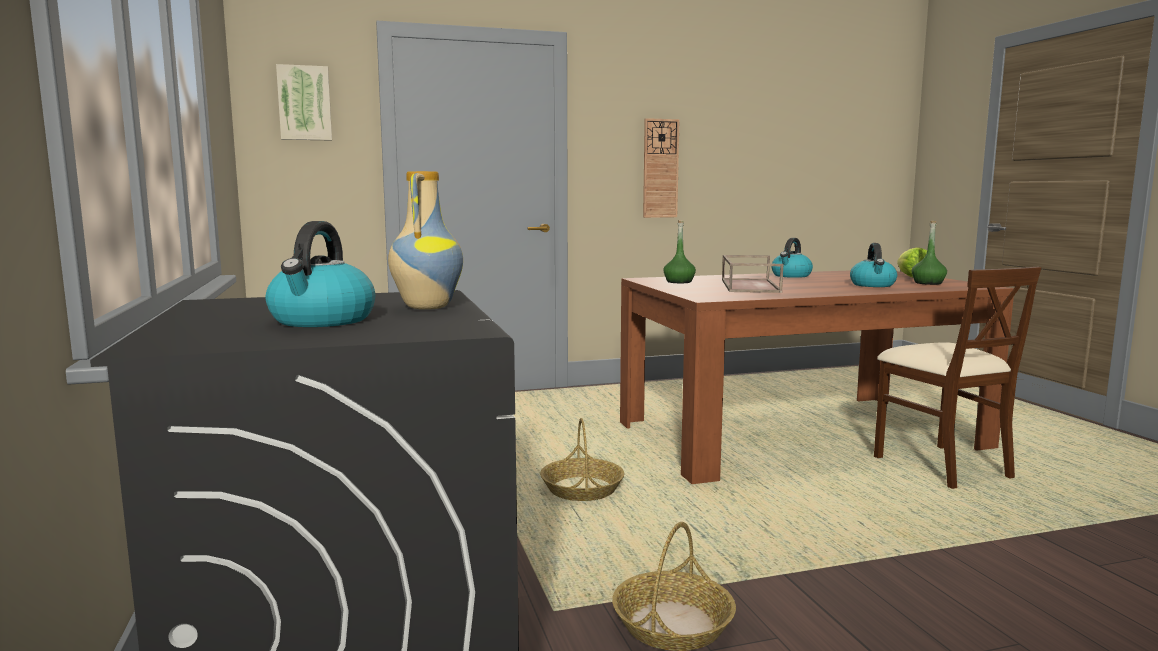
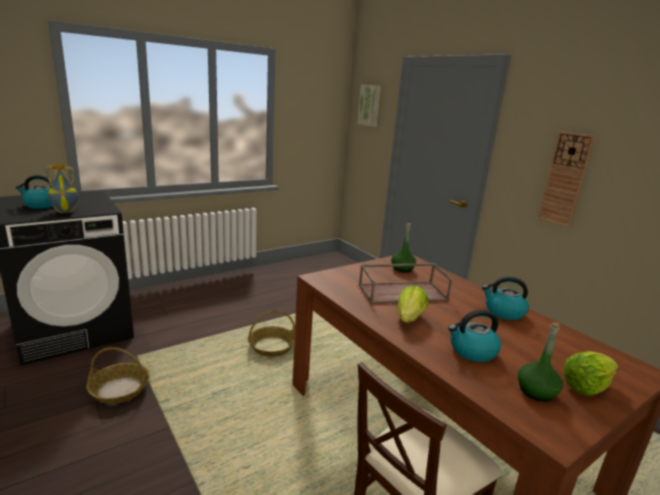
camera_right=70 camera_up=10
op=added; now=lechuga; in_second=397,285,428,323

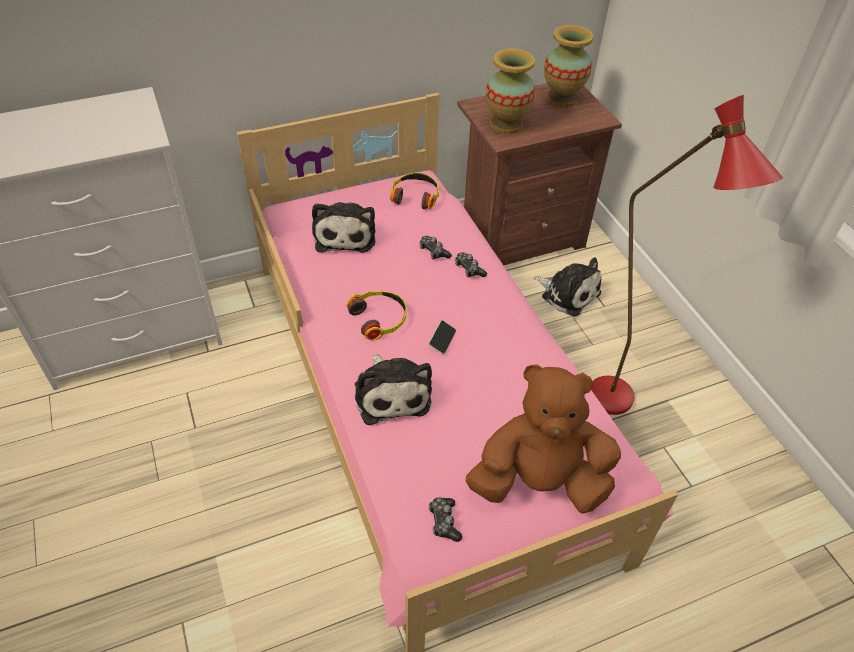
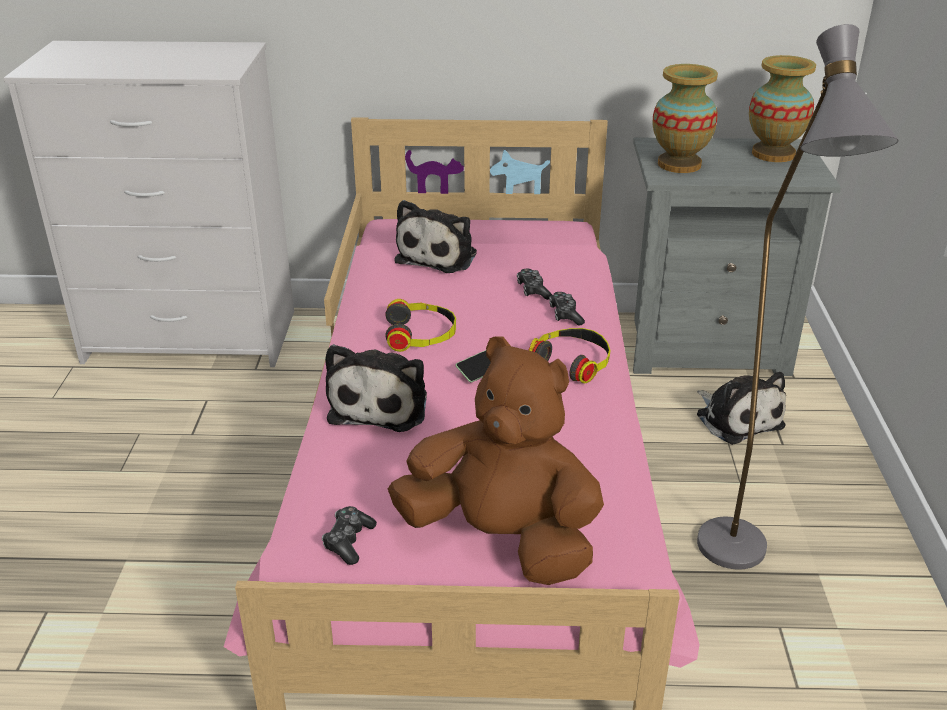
camera_right=25 camera_up=-15
op=moved; was=auriculares; in_first=390,173,439,209; in_second=529,328,610,383
op=recoloured; was=mesita de noche [marrón]; now=mesita de noche [gris]; in_first=457,83,622,266; in_second=633,137,841,376
op=recoloured; was=lámpara de pie [rojo]; now=lámpara de pie [gris]; in_first=591,95,783,415; in_second=697,24,899,570

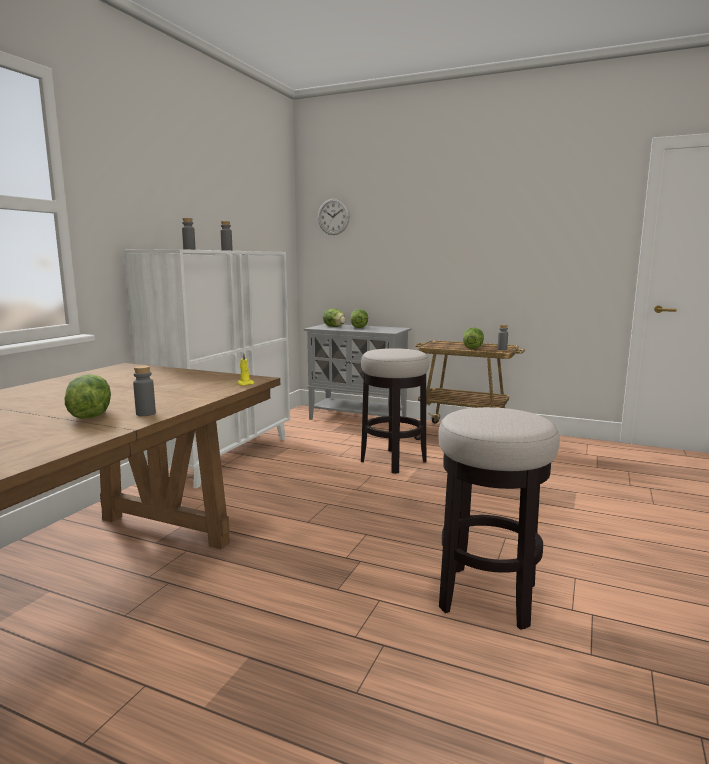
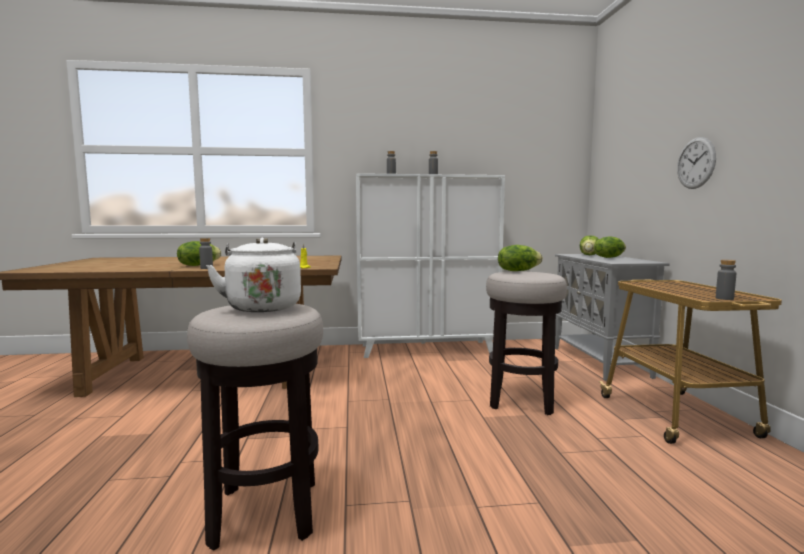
camera_right=60 camera_up=-5
op=added; now=hervidor [blanco]; in_second=206,238,301,312
op=moved; was=reloj de pared; in_first=318,198,350,235; in_second=677,137,716,189
op=moved; was=lechuga; in_first=463,328,484,349; in_second=498,245,543,271

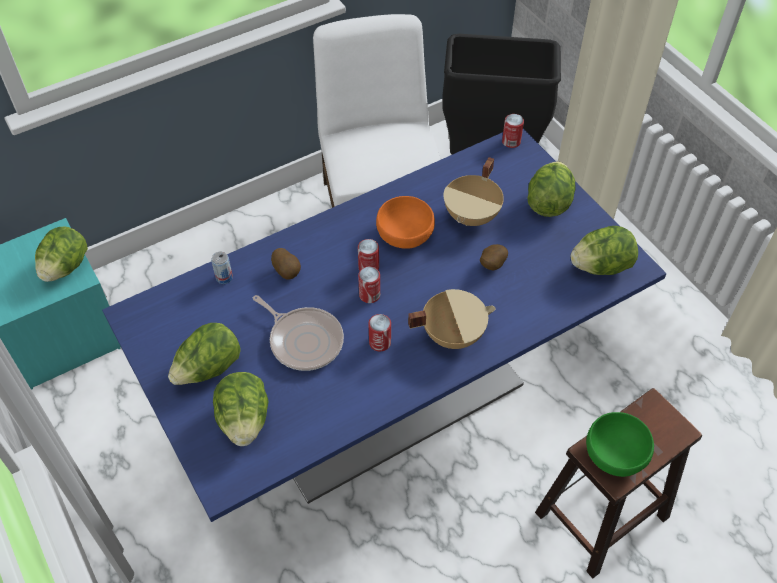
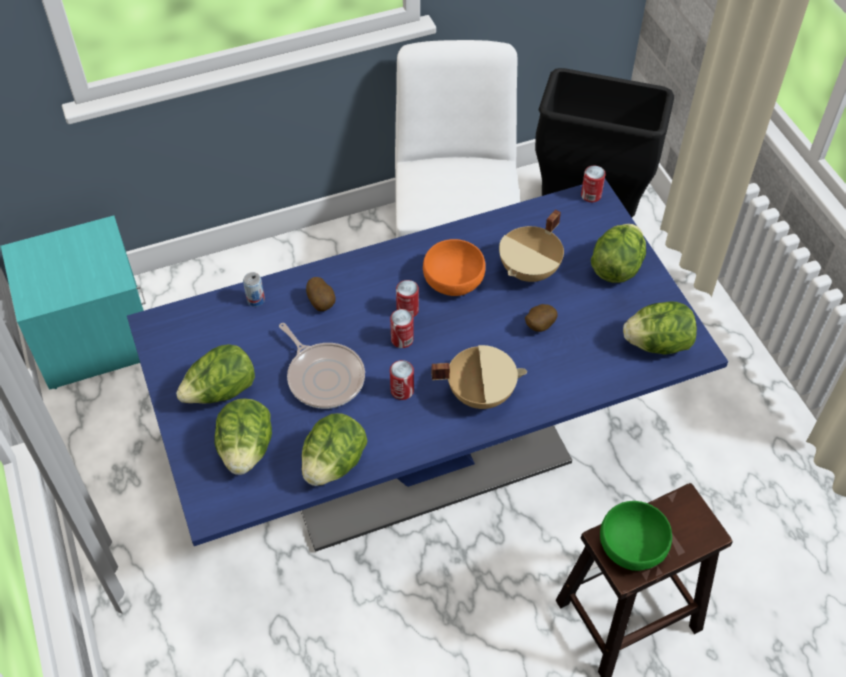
camera_right=10 camera_up=0
op=moved; was=lechuga; in_first=35,227,88,282; in_second=301,413,367,486

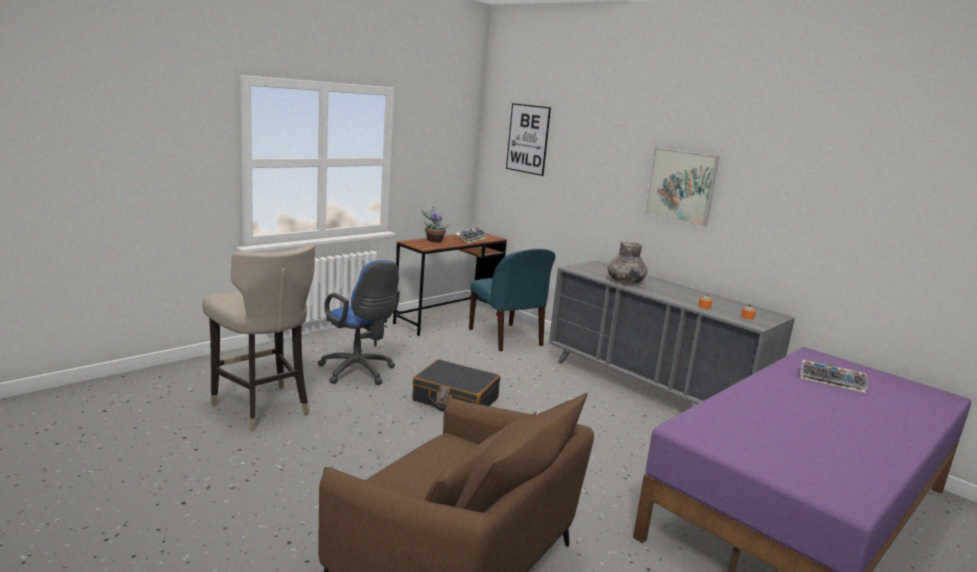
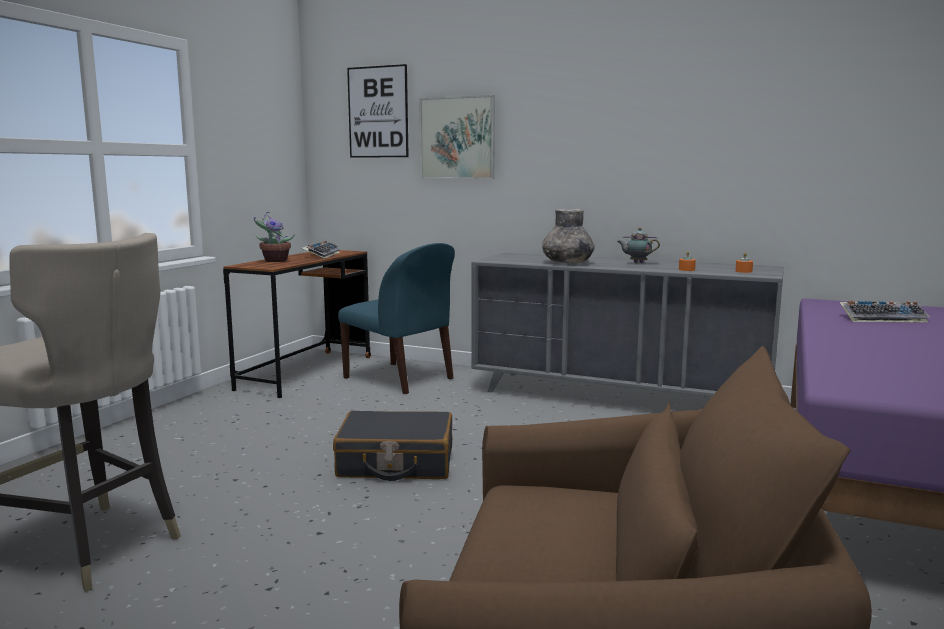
camera_right=-20 camera_up=-5
op=removed; was=silla de oficina [azul]; in_first=318,260,400,385
op=added; now=tetera; in_second=617,228,660,263
op=moved; was=cuadro; in_first=645,147,720,227; in_second=419,95,495,179

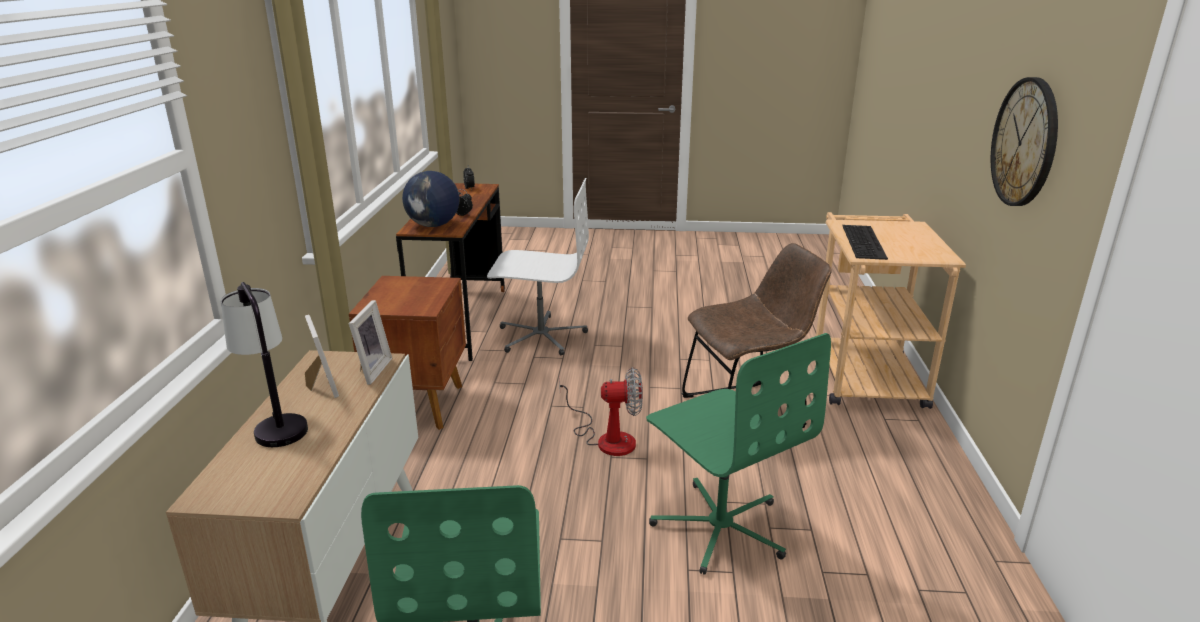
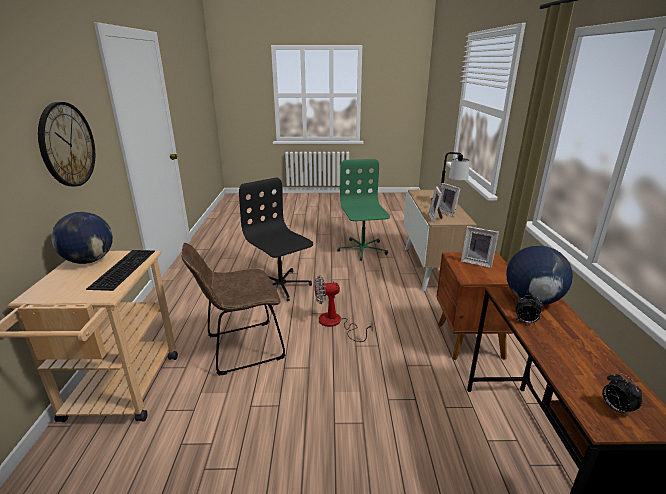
camera_right=175 camera_up=0
op=removed; was=silla de oficina [blanco]; in_first=487,178,589,355
op=added; now=globo terráqueo; in_second=51,212,113,264
op=added; now=portarretratos; in_second=461,226,499,268
op=recoloured; was=silla de oficina [verde]; now=silla de oficina [negro]; in_first=646,333,831,575; in_second=239,177,313,301

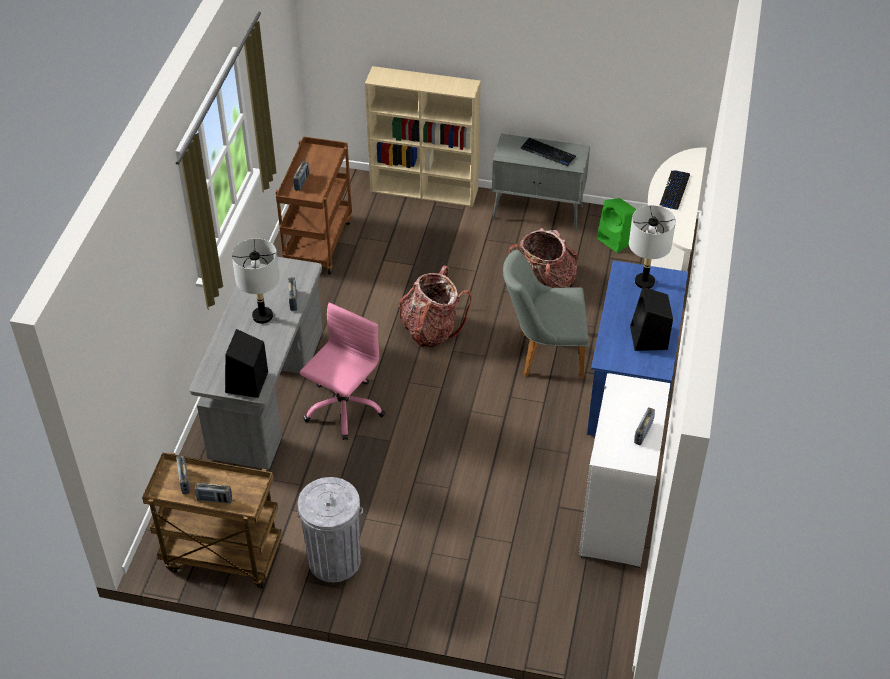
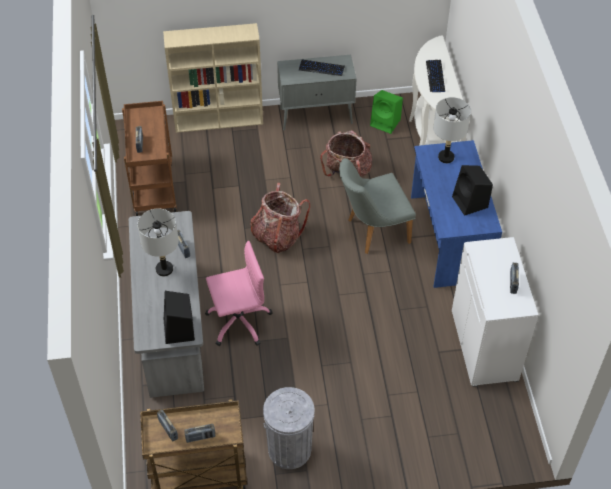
camera_right=-20 camera_up=5
op=turned; was=silla de oficina [rosa]; in_first=300,303,385,440; in_second=205,241,273,346; clockwise=60

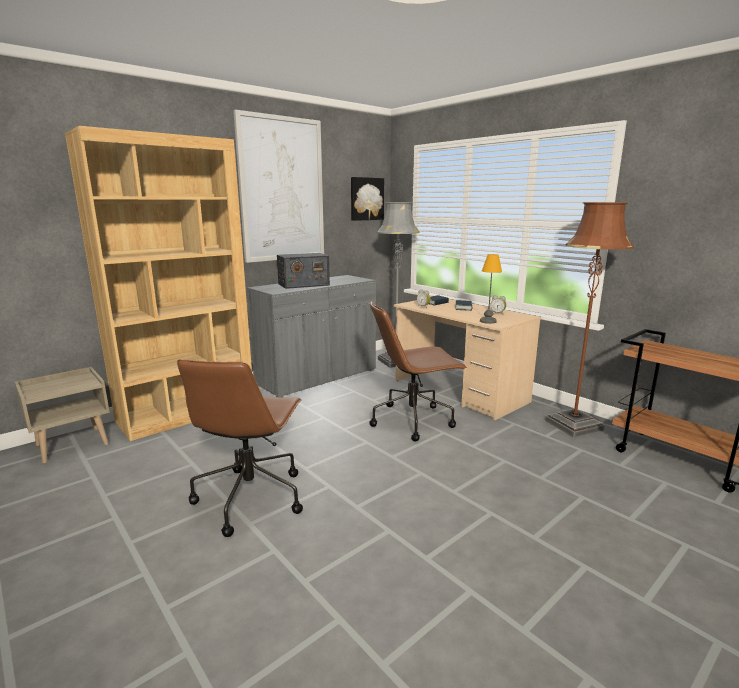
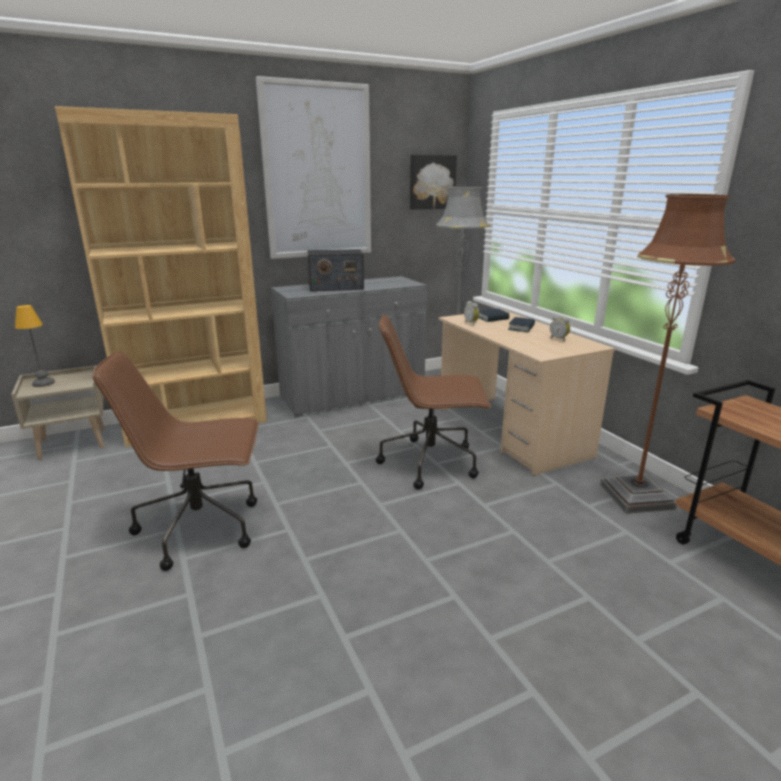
camera_right=15 camera_up=5
op=moved; was=lámpara de mesa; in_first=480,254,502,324; in_second=15,305,55,387
op=turned; was=silla de oficina [marrón]; in_first=177,359,303,537; in_second=92,351,259,571; clockwise=60

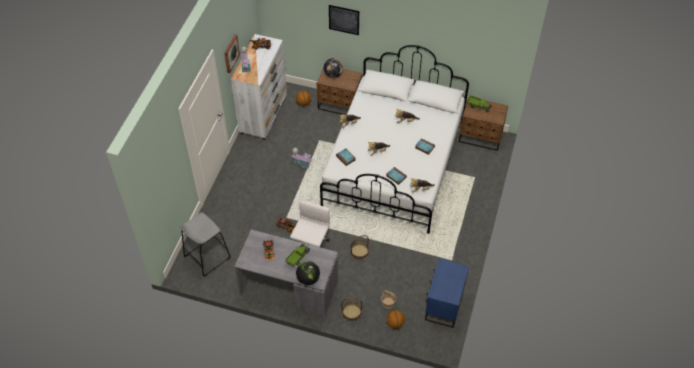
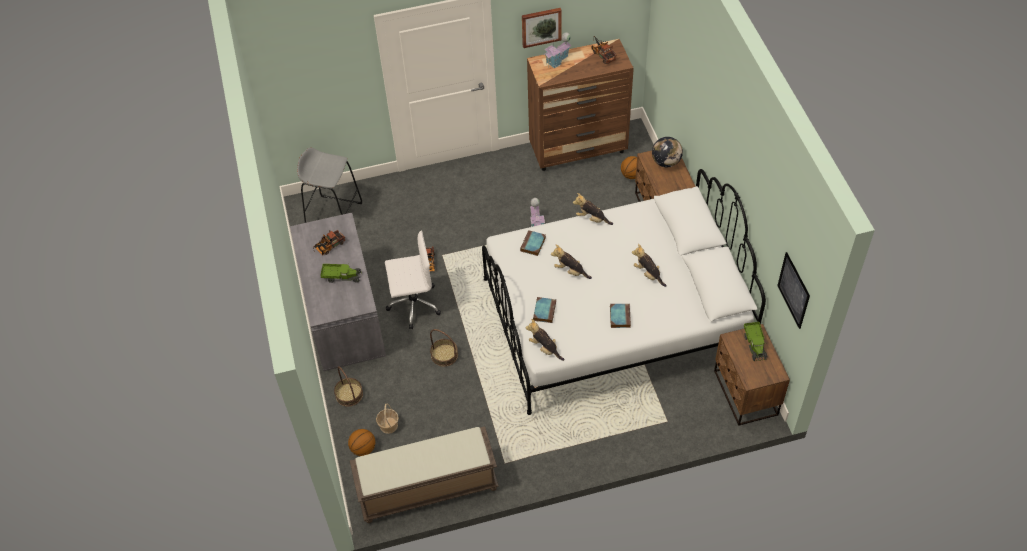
camera_right=60 camera_up=0
op=removed; was=globo terráqueo; in_first=296,261,320,285
op=moved; was=cuadro; in_first=329,5,359,35; in_second=777,252,810,329
op=replaced; was=mesita de noche [azul]; now=banco [marrón]; in_first=425,259,469,328; in_second=350,426,499,523
op=recoloured; was=cómoda [blanco]; now=cómoda [marrón]; in_first=231,34,287,140; in_second=527,39,634,171

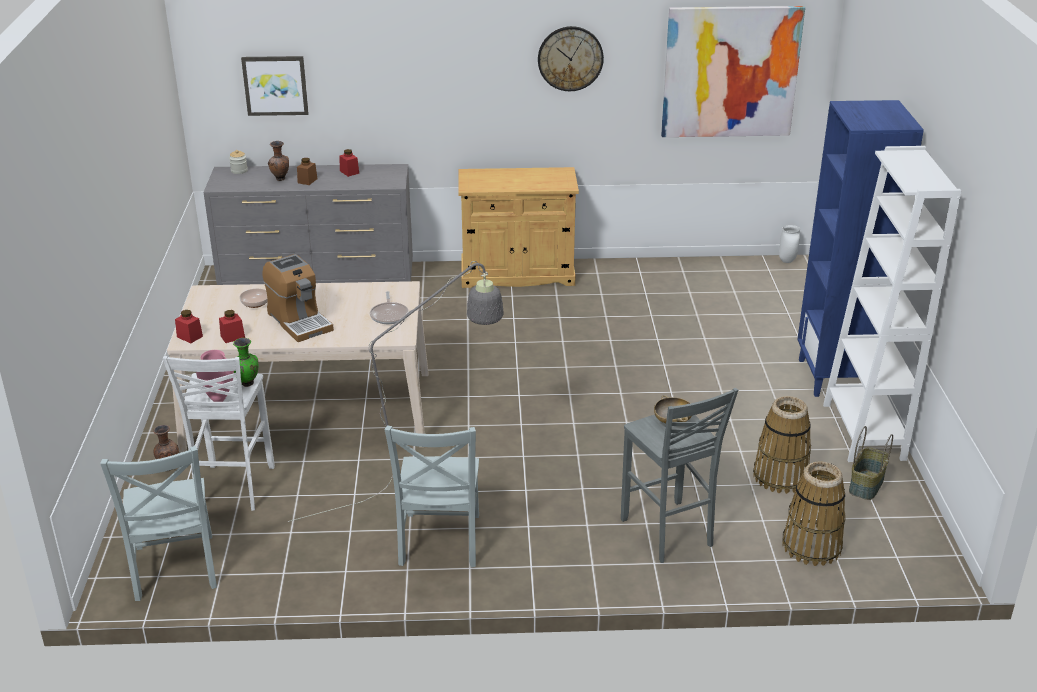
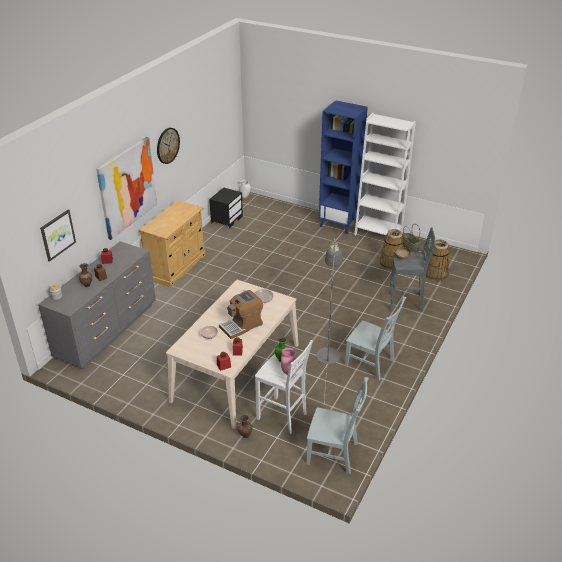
camera_right=-60 camera_up=5
op=added; now=mesita de noche [negro]; in_second=209,188,243,229
op=moved; was=cuadro; in_first=661,6,805,137; in_second=96,137,157,240
op=turned; was=cafetera; in_first=262,254,334,342; in_second=219,290,263,339; clockwise=150

